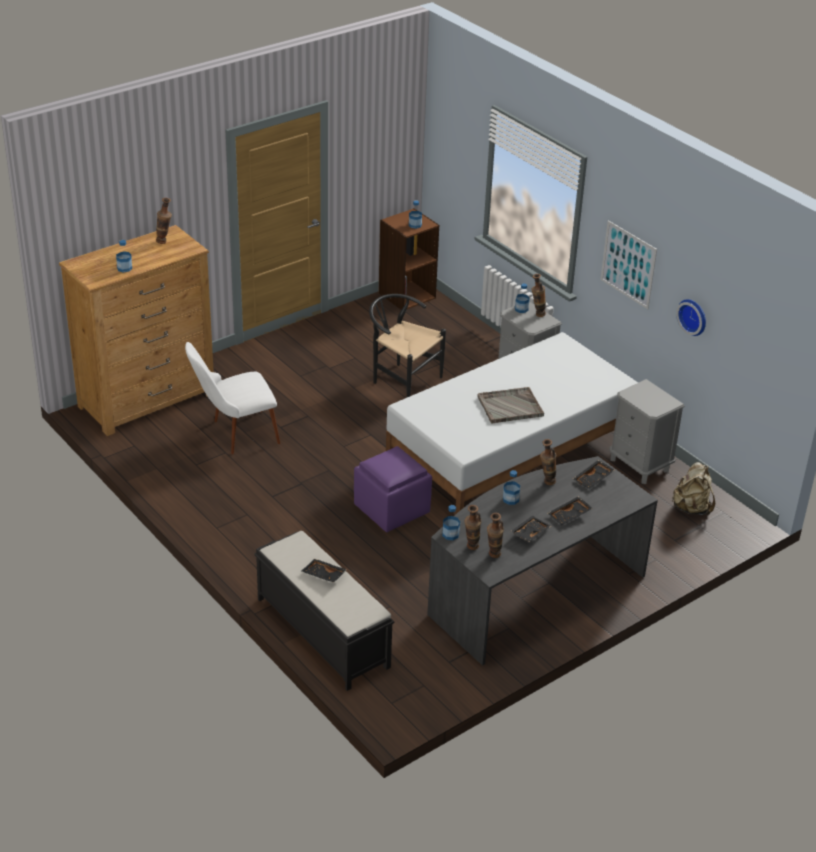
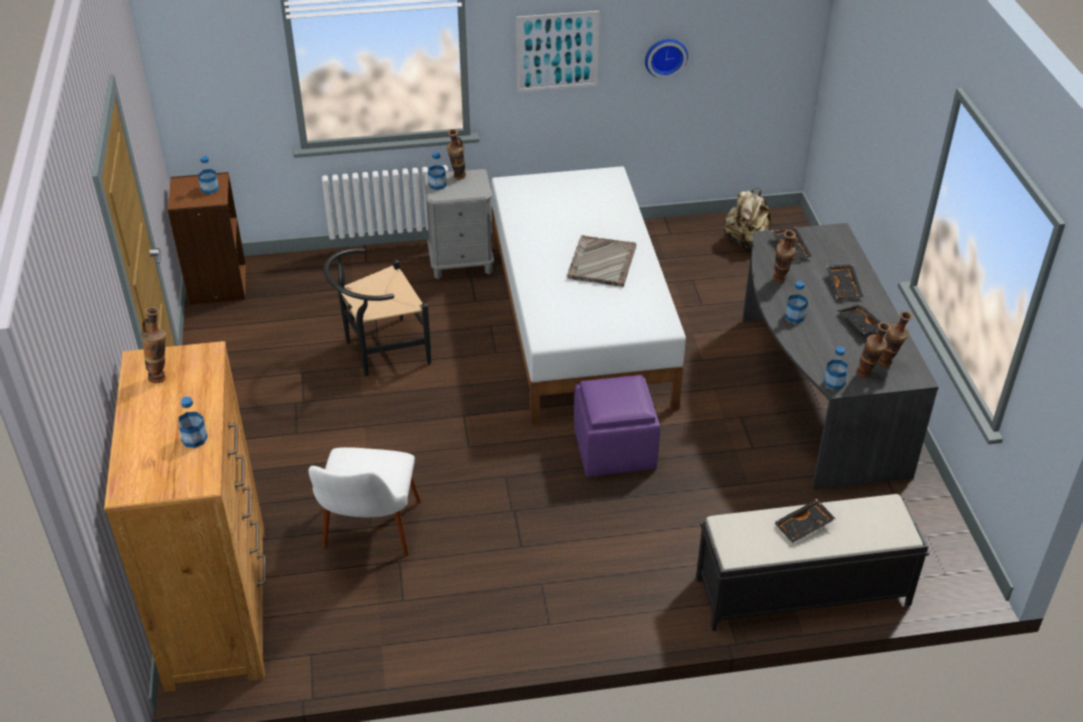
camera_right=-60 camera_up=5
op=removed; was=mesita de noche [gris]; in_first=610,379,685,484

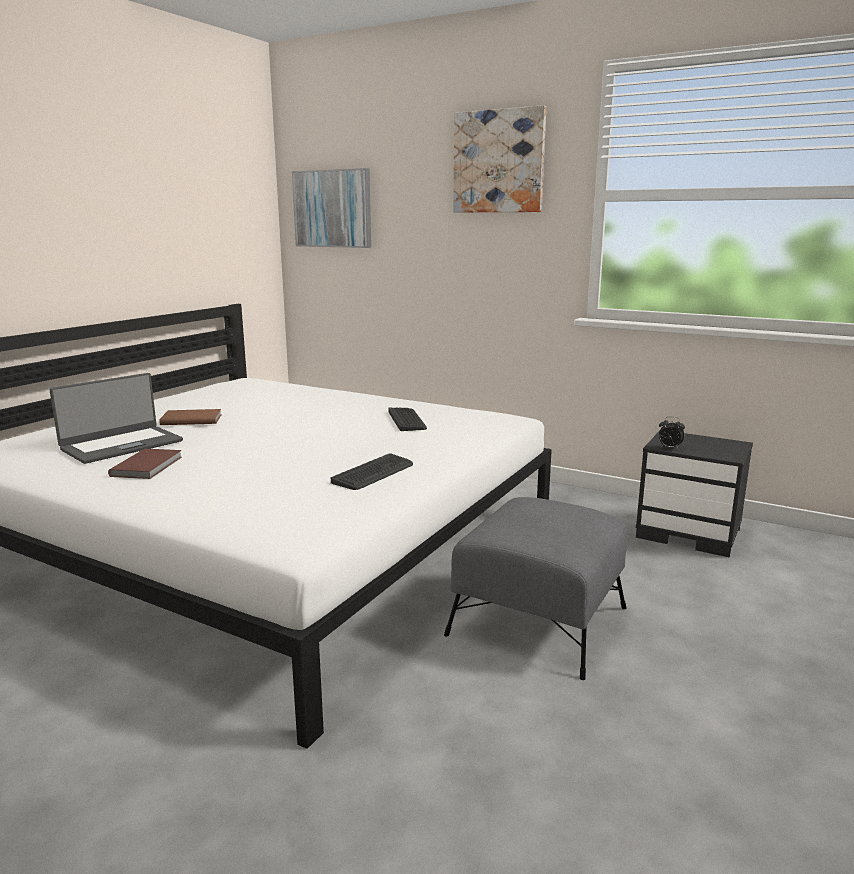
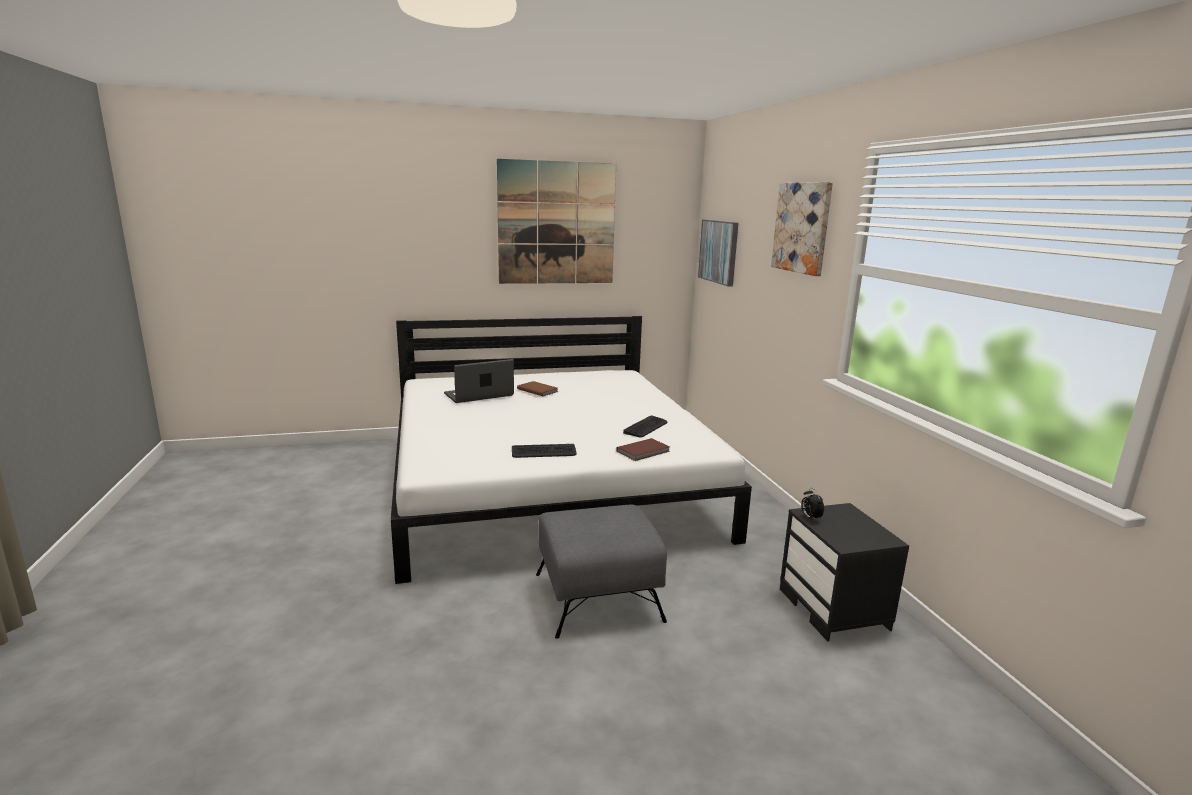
camera_right=45 camera_up=0
op=added; now=cuadro; in_second=497,159,616,284
op=moved; was=libro [marrón]; in_first=108,449,182,479; in_second=616,438,670,461
op=turned; was=portátil; in_first=49,373,183,464; in_second=444,359,514,403; clockwise=150

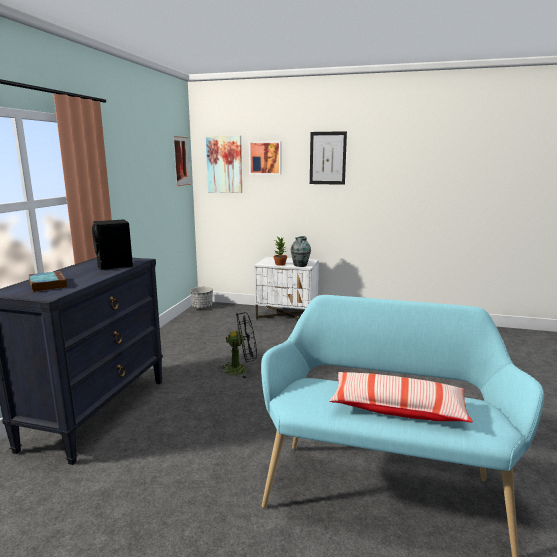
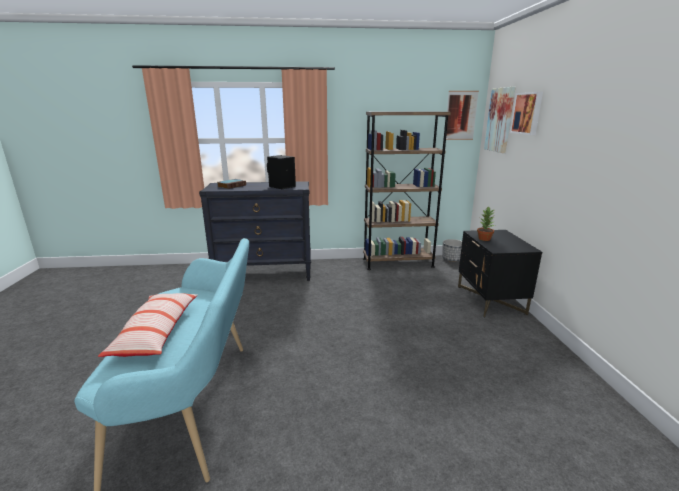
camera_right=70 camera_up=5
op=removed; was=ventilador [negro]; in_first=218,312,257,379
op=removed; was=florero; in_first=291,236,311,267
op=removed; was=cuadro; in_first=310,131,347,185
op=added; now=estantería [marrón]; in_second=363,112,451,270
op=recoloured; was=mesita de noche [blanco]; now=mesita de noche [negro]; in_first=254,257,319,320; in_second=458,230,542,317

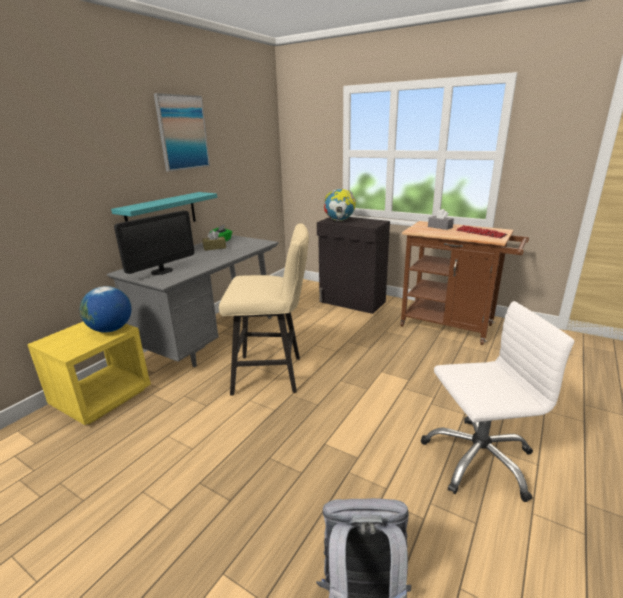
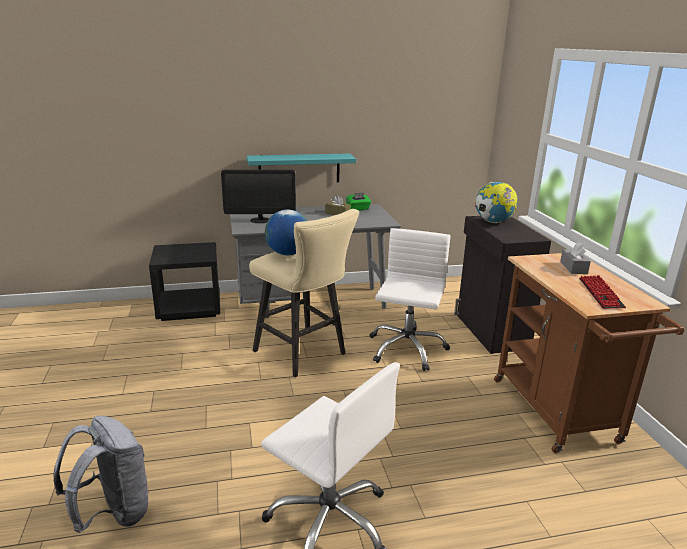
camera_right=45 camera_up=0
op=removed; was=cuadro; in_first=154,93,210,172
op=added; now=silla de oficina [blanco]; in_second=369,228,450,371
op=moved; was=globo terráqueo; in_first=80,286,132,332; in_second=265,209,307,255
op=recoloured; was=mesita de noche [amarillo]; now=mesita de noche [negro]; in_first=27,322,151,425; in_second=149,242,220,321

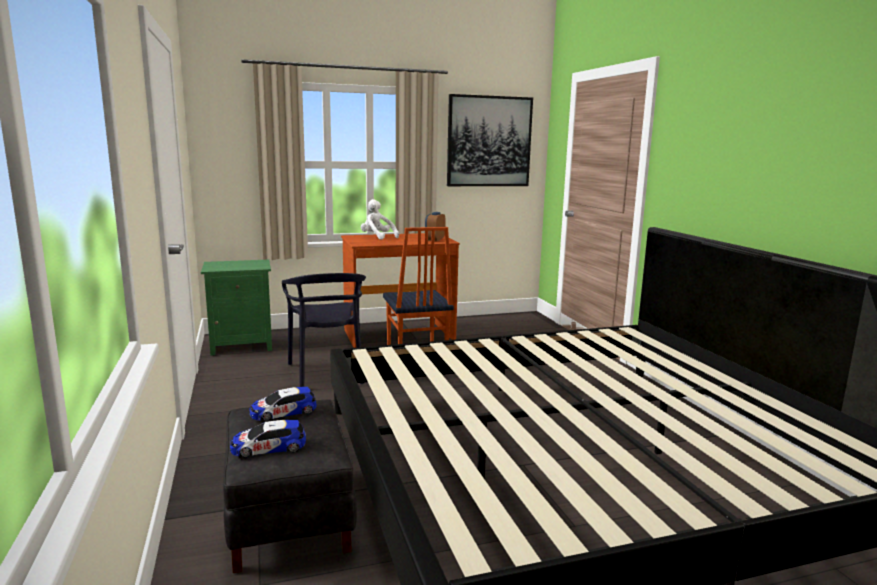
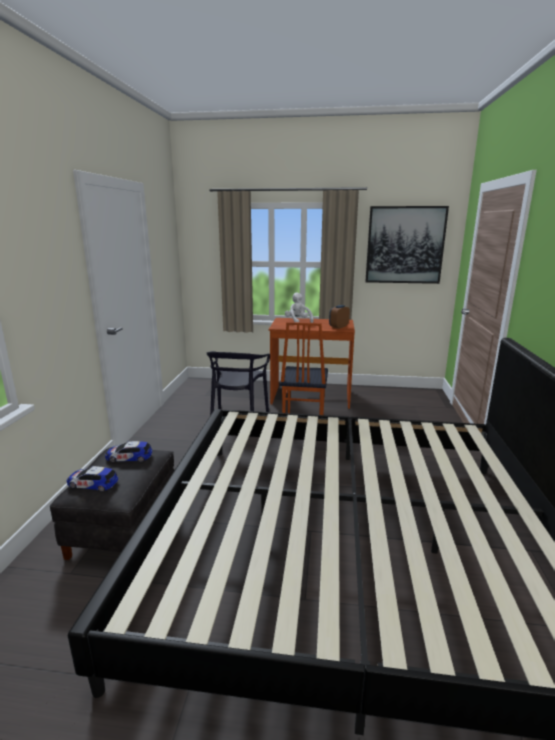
camera_right=25 camera_up=5
op=removed; was=mesita de noche [verde]; in_first=201,259,272,356

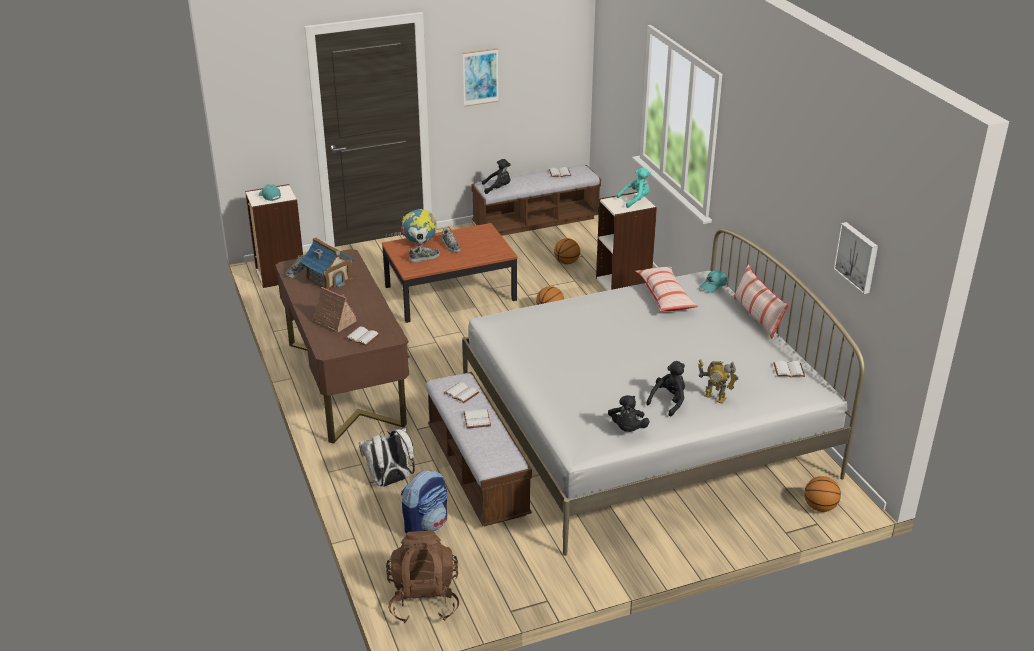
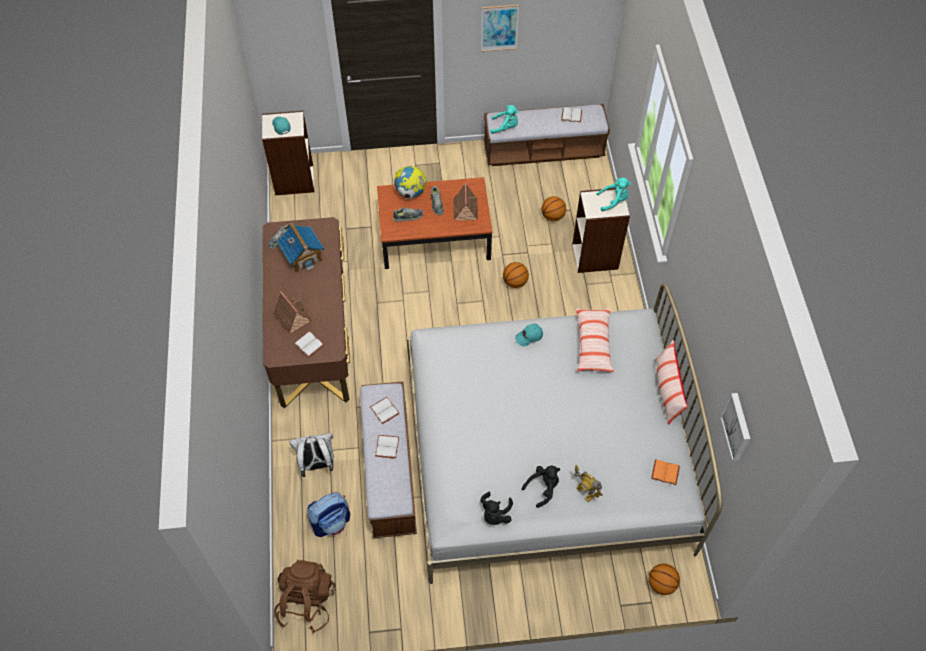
camera_right=15 camera_up=25
op=added; now=casita; in_second=454,183,478,220
op=moved; was=gorra [turquesa]; in_first=700,270,727,293; in_second=515,323,543,346
op=recoloured; was=peluche [negro]; now=peluche [turquesa]; in_first=482,159,511,194; in_second=490,105,518,134
op=recoloured; was=libro [blanco]; now=libro [naranja]; in_first=773,361,805,377; in_second=651,459,680,485

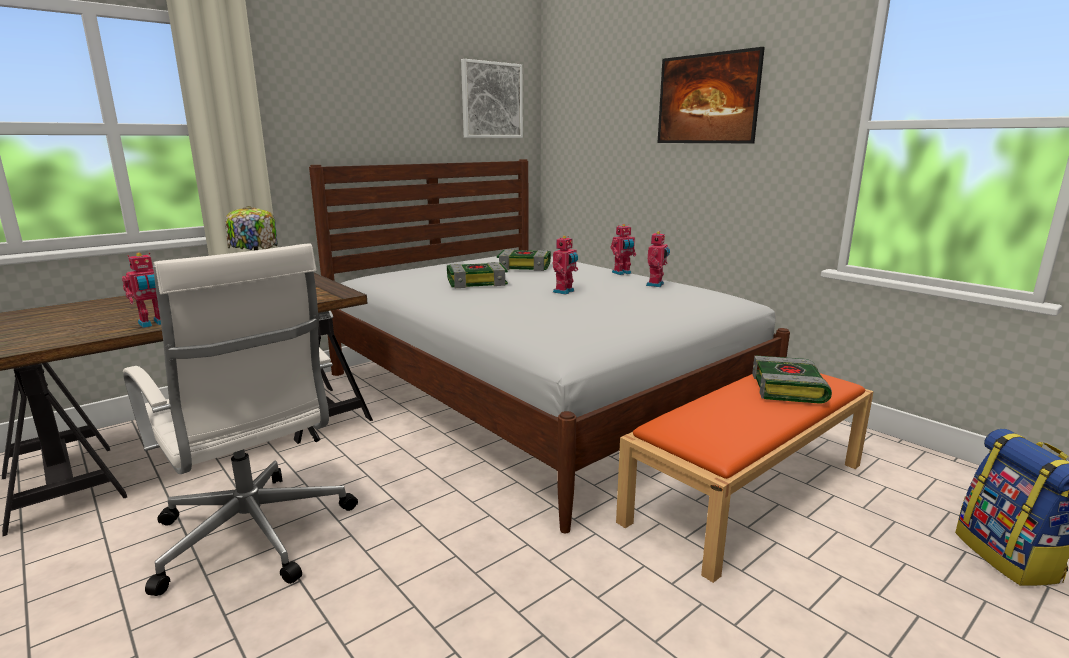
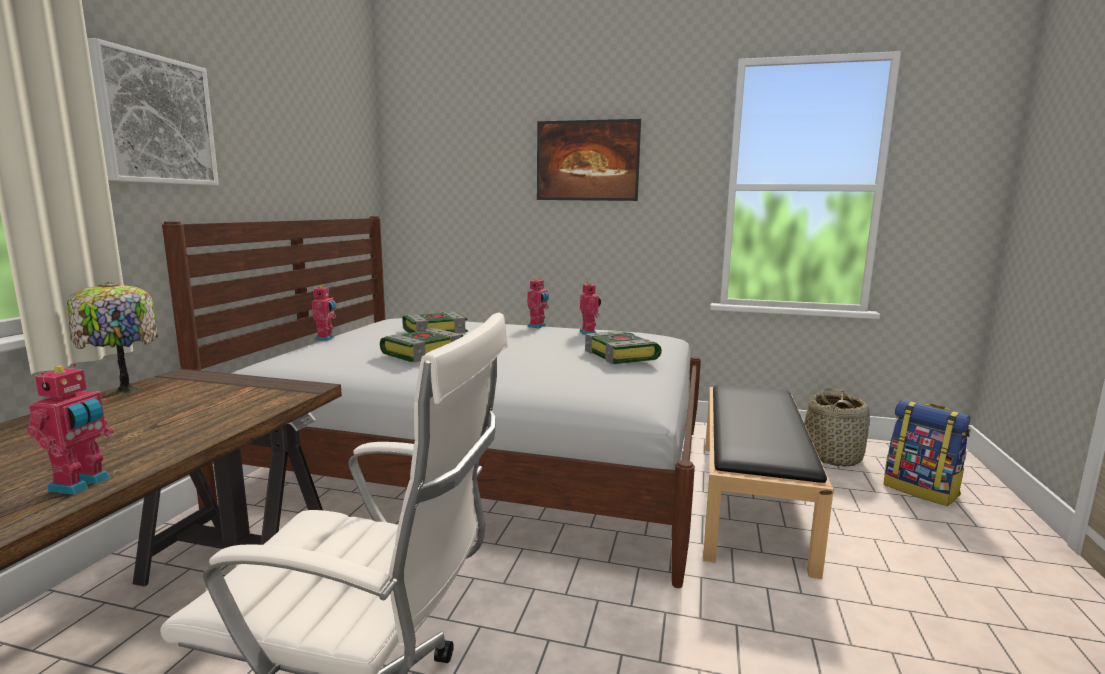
camera_right=-35 camera_up=-5
op=added; now=cesta; in_second=804,387,870,467
op=moved; was=cuadro; in_first=461,59,523,138; in_second=87,38,219,185
op=moved; was=robot de juguete; in_first=552,236,578,295; in_second=312,285,336,341
op=moved; was=libro; in_first=752,356,832,404; in_second=585,331,662,364
op=recoloured; was=banco [naranja]; now=banco [negro]; in_first=616,373,874,583; in_second=703,385,834,579

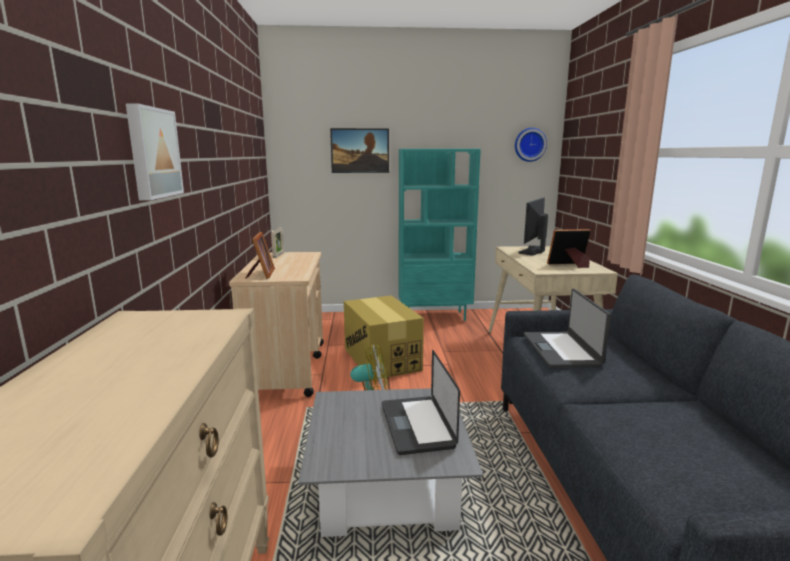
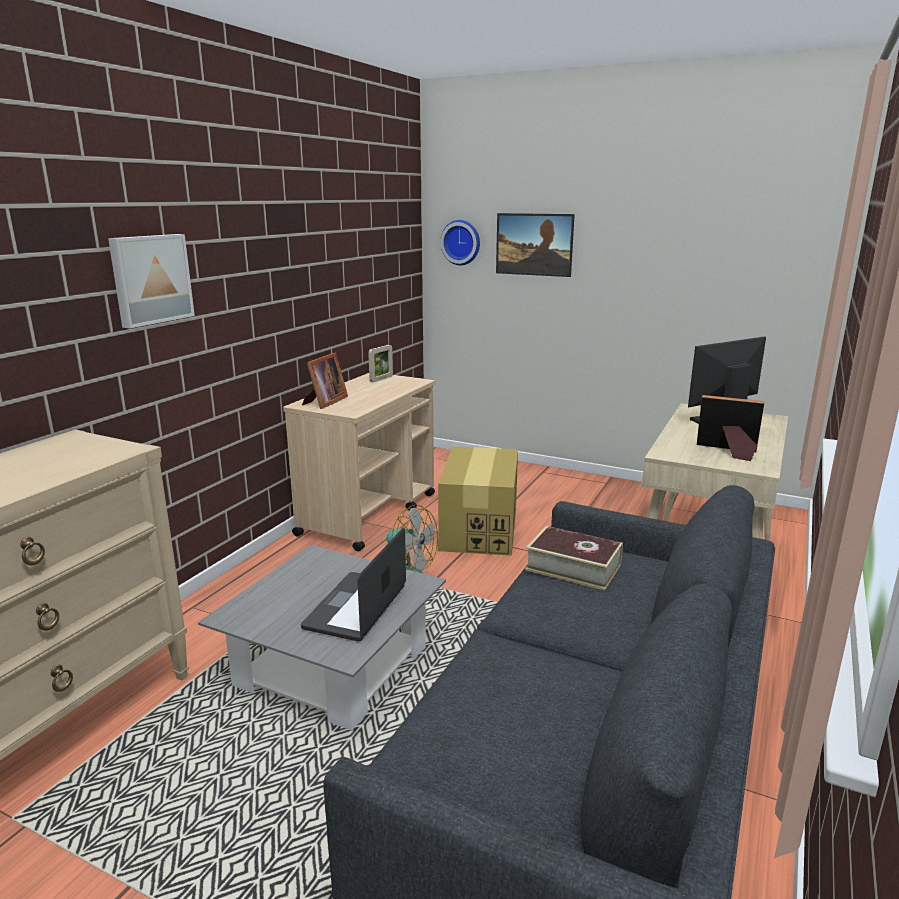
camera_right=30 camera_up=5
op=removed; was=estantería [turquesa]; in_first=398,149,481,321
op=moved; was=reloj de pared; in_first=515,128,547,162; in_second=440,220,480,265
op=replaced; was=portátil; now=libro; in_first=523,289,611,368; in_second=525,526,623,591

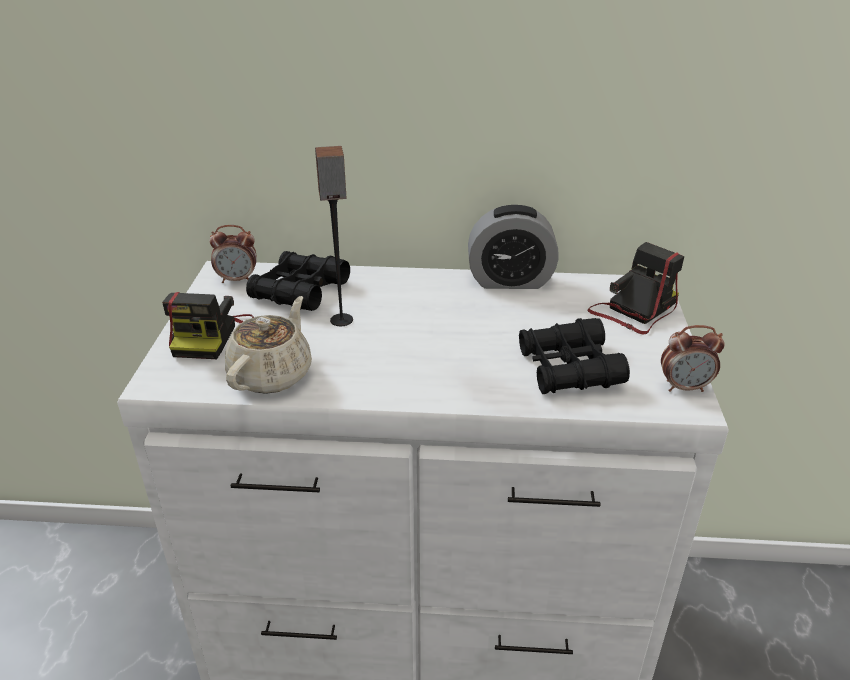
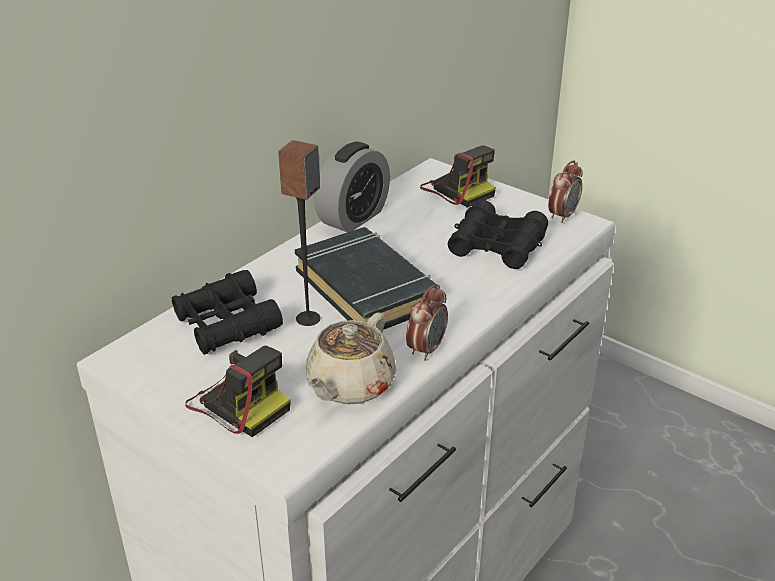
camera_right=-55 camera_up=0
op=added; now=libro [negro]; in_second=295,227,438,330
op=moved; was=despertador; in_first=209,225,257,283; in_second=406,284,448,361
op=turned; was=tetera [beis]; in_first=225,296,312,394; in_second=306,313,397,405; clockwise=-120
op=turned; was=cámara; in_first=588,242,684,334; in_second=420,145,496,208; clockwise=150

